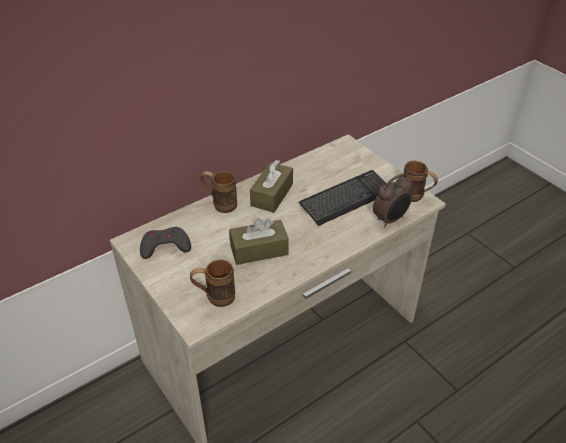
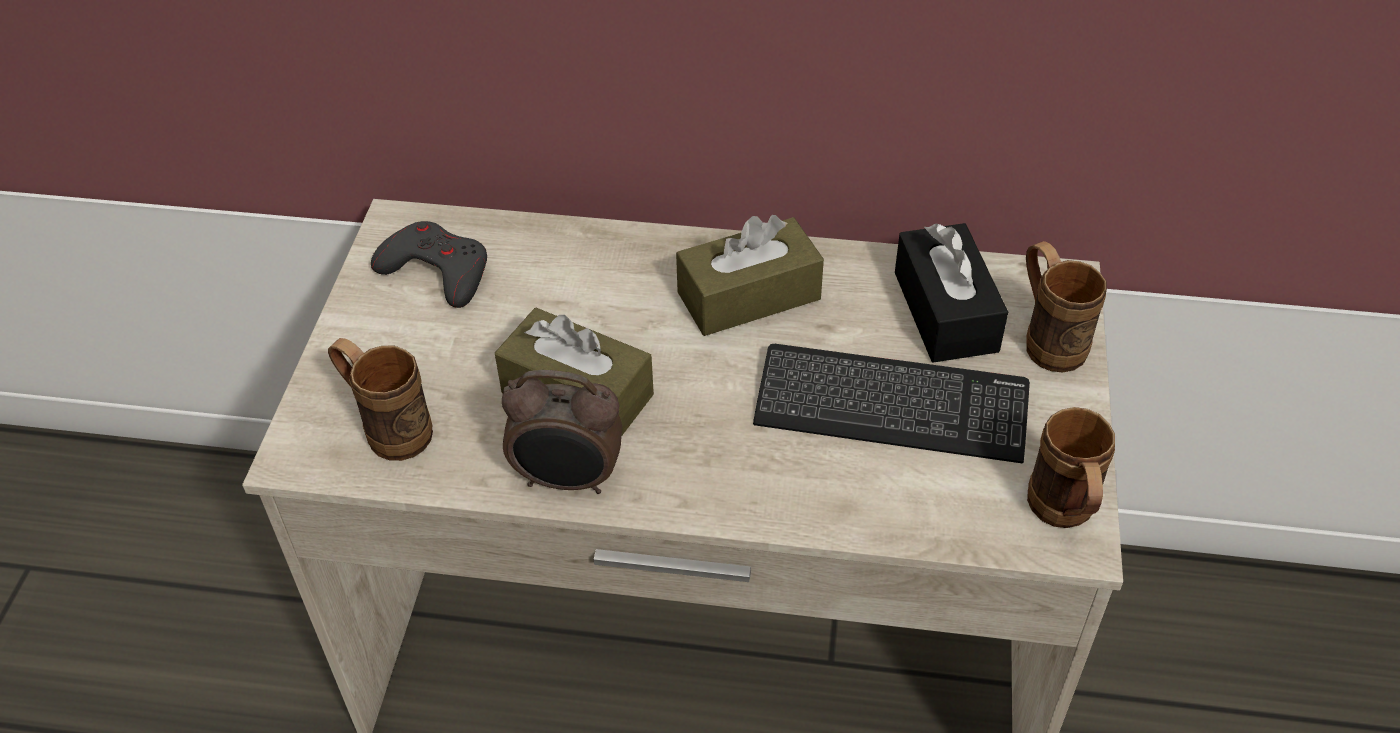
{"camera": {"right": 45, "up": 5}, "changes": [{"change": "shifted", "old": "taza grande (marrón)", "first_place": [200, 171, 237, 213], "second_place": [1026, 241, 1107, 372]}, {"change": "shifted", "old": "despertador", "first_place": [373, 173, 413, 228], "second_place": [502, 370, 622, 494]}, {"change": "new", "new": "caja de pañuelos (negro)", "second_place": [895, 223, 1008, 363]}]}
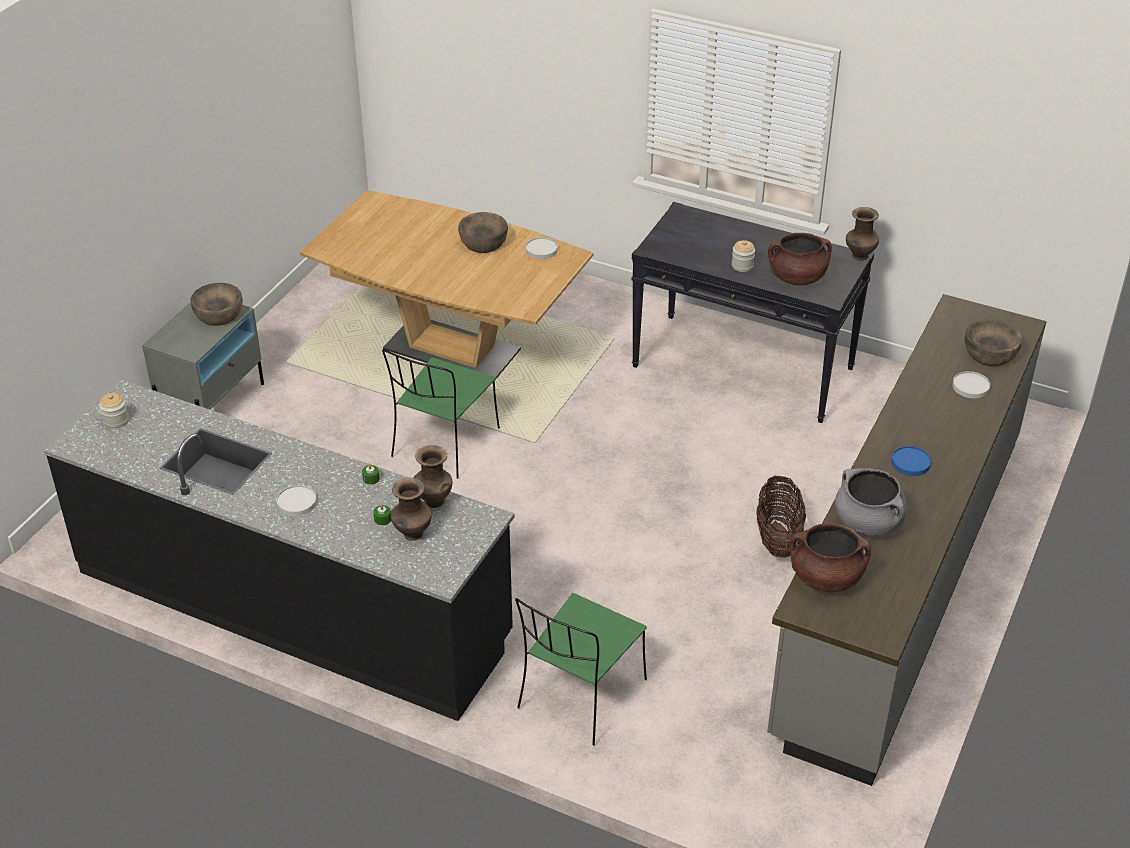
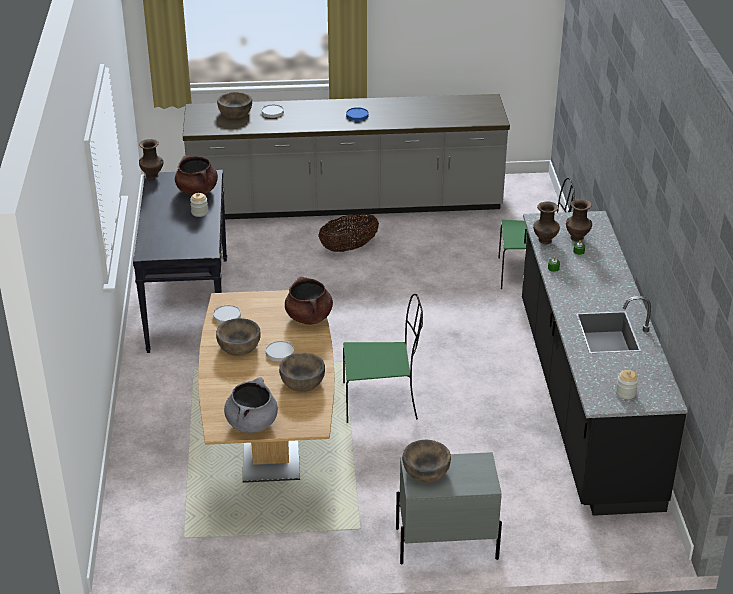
{"camera": {"right": -120, "up": -5}, "changes": [{"change": "shifted", "old": "olla (gris)", "first_place": [835, 468, 907, 536], "second_place": [224, 377, 278, 433]}, {"change": "shifted", "old": "plato (blanco)", "first_place": [277, 485, 317, 516], "second_place": [266, 341, 294, 361]}, {"change": "shifted", "old": "olla (marrón)", "first_place": [790, 523, 871, 592], "second_place": [285, 276, 333, 325]}, {"change": "new", "new": "cuenco (marrón)", "second_place": [279, 352, 325, 392]}]}
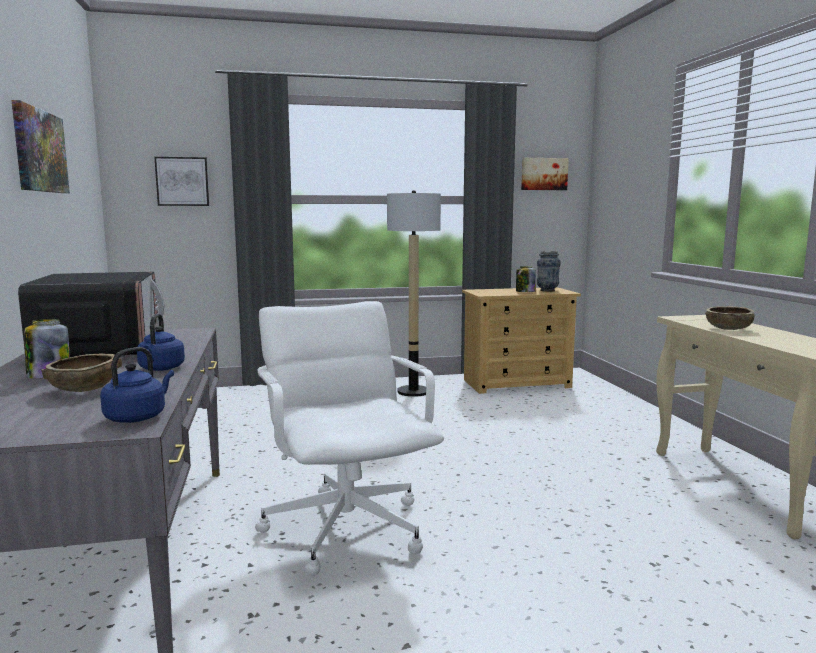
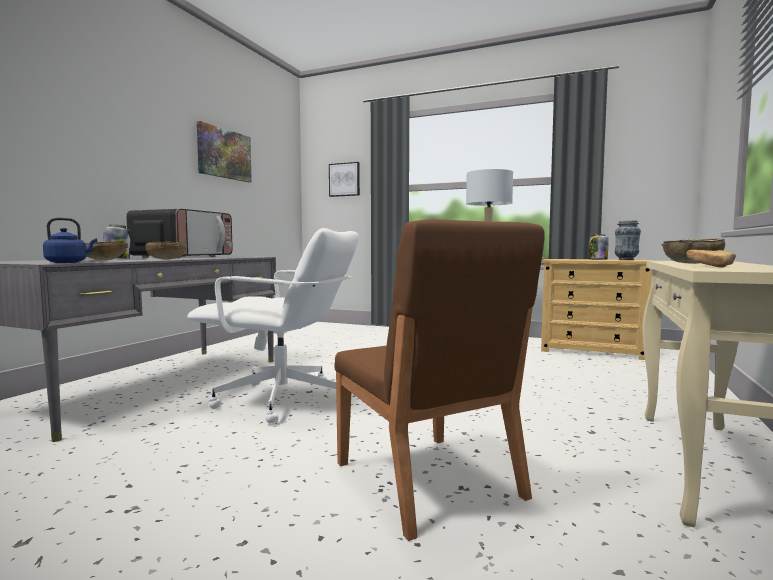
{"camera": {"right": 35, "up": -5}, "changes": [{"change": "gone", "old": "cuadro", "first_place": [521, 158, 569, 190]}, {"change": "rotated", "old": "silla de oficina (blanco)", "first_place": [255, 301, 444, 576], "second_place": [187, 228, 359, 423], "degrees": 90}, {"change": "swapped", "old": "hervidor (azul)", "new": "cuenco (marrón)", "first_place": [137, 314, 185, 371], "second_place": [145, 241, 187, 259]}, {"change": "new", "new": "silla (marrón)", "second_place": [334, 219, 545, 541]}, {"change": "new", "new": "pan", "second_place": [686, 250, 736, 268]}]}
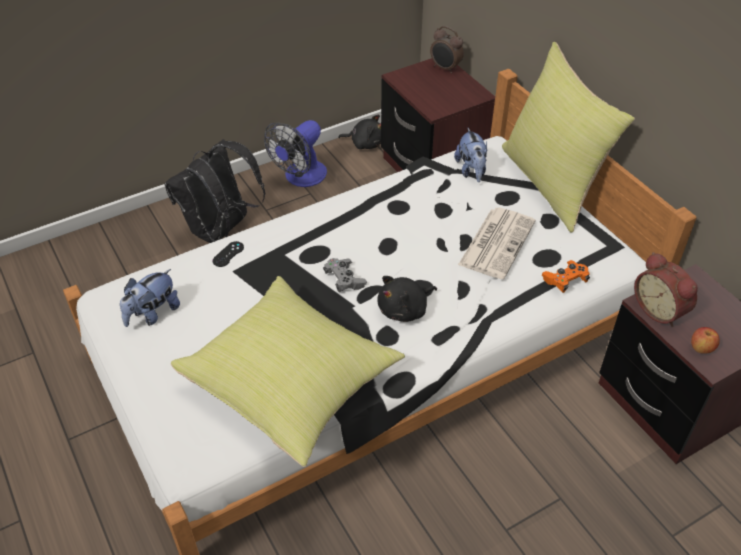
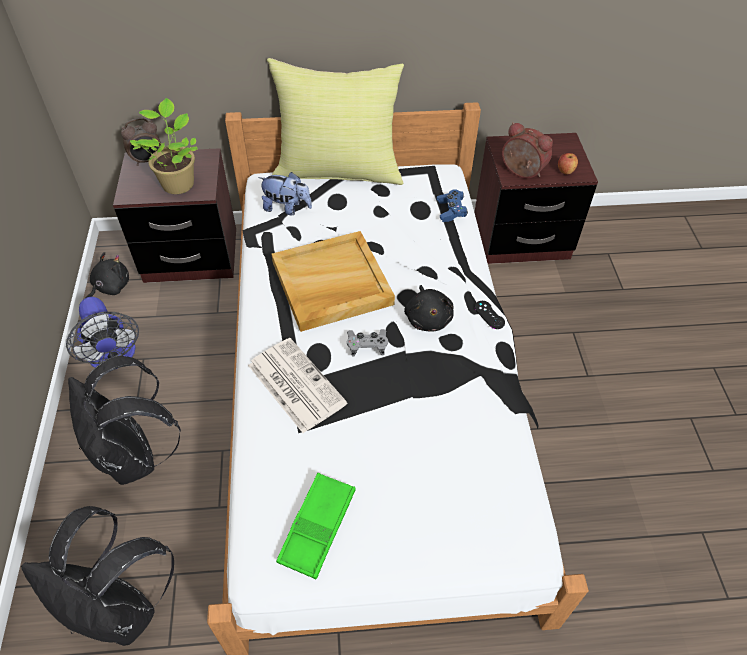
{"camera": {"right": -65, "up": 5}, "changes": [{"change": "shifted", "old": "periódico", "first_place": [458, 208, 535, 279], "second_place": [248, 338, 347, 433]}, {"change": "shifted", "old": "mando de consola (negro)", "first_place": [213, 241, 244, 267], "second_place": [474, 301, 505, 329]}, {"change": "rotated", "old": "despertador", "first_place": [634, 252, 698, 327], "second_place": [502, 122, 553, 178], "degrees": -135}, {"change": "repainted", "old": "mando de consola (naranja)", "new": "mando de consola (azul)", "first_place": [542, 260, 590, 293], "second_place": [436, 189, 468, 222]}, {"change": "swapped", "old": "peluche", "new": "bandeja (verde)", "first_place": [120, 269, 180, 327], "second_place": [276, 473, 355, 579]}, {"change": "gone", "old": "cojín (amarillo)", "first_place": [171, 276, 405, 467]}, {"change": "new", "new": "planta en maceta", "second_place": [130, 98, 198, 194]}, {"change": "new", "new": "bandeja (beis)", "second_place": [272, 231, 395, 332]}, {"change": "new", "new": "mochila (negro)", "second_place": [21, 506, 174, 646]}]}
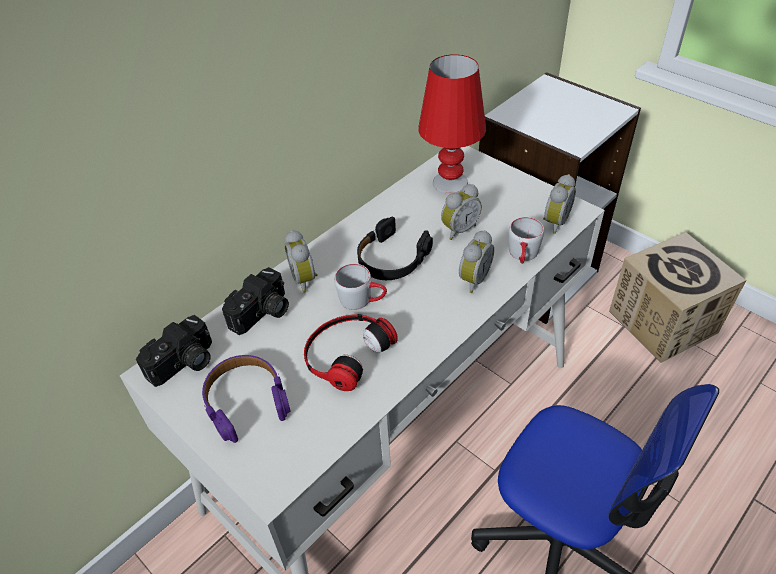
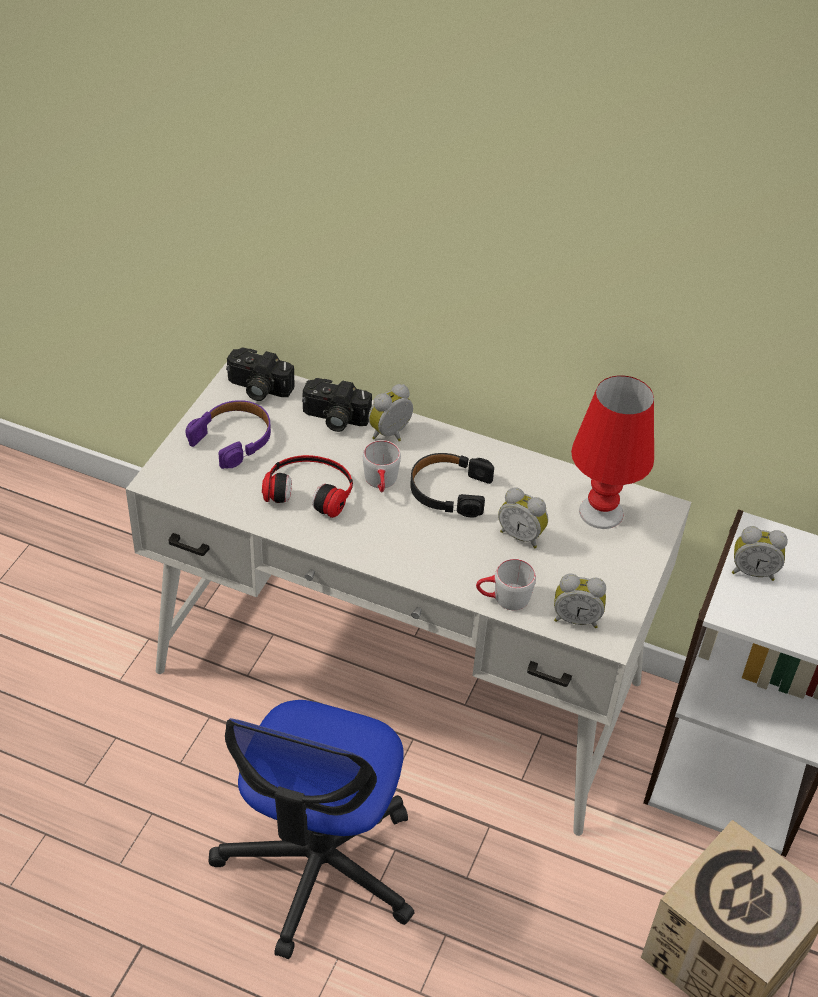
{"camera": {"right": 65, "up": 0}, "changes": [{"change": "shifted", "old": "despertador", "first_place": [459, 230, 494, 293], "second_place": [732, 526, 788, 581]}]}
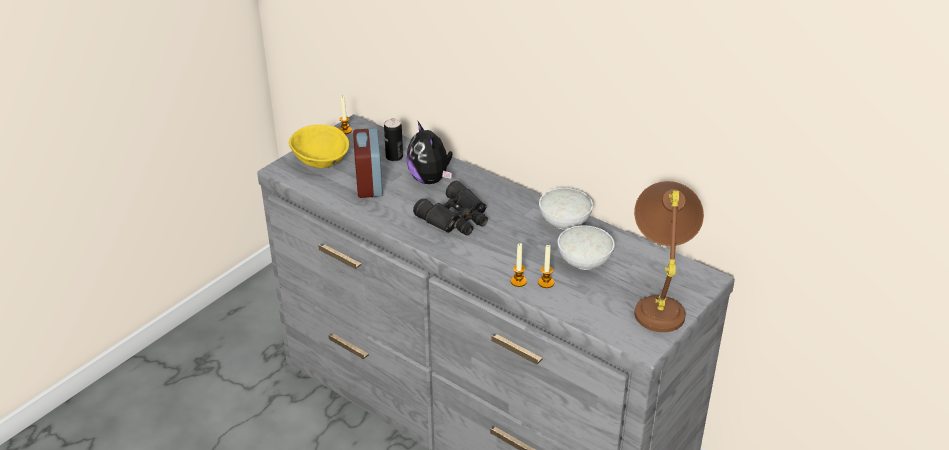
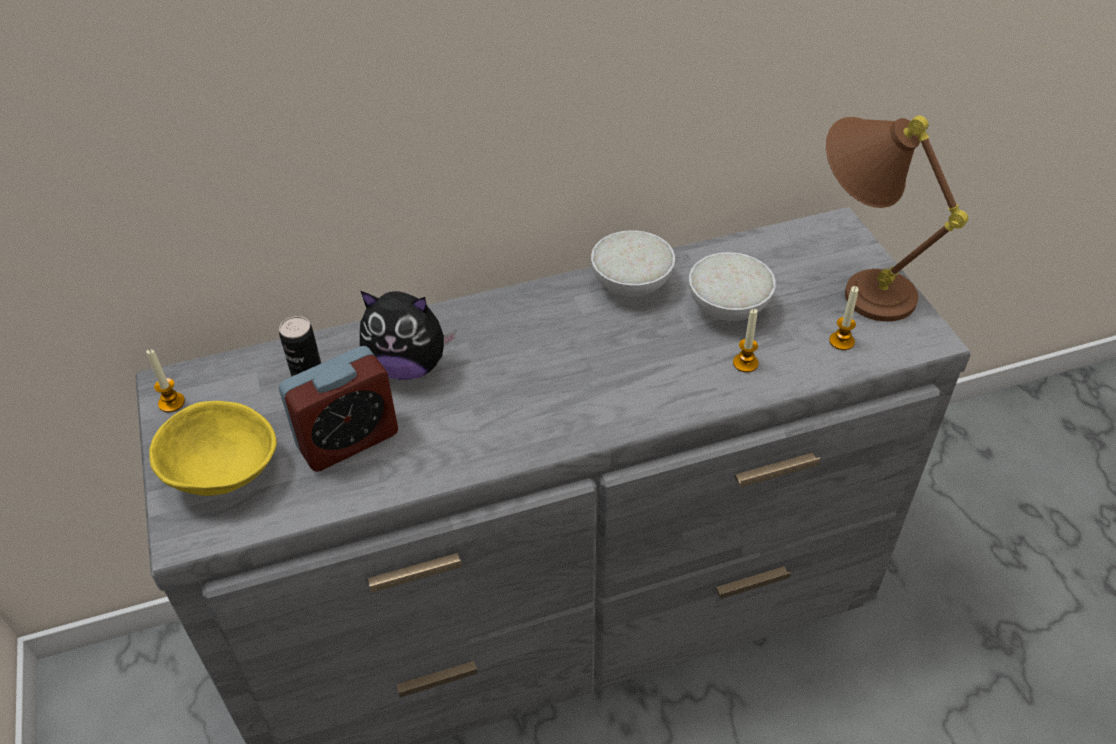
{"camera": {"right": -55, "up": 10}, "changes": [{"change": "rotated", "old": "despertador", "first_place": [353, 128, 383, 198], "second_place": [279, 346, 398, 472], "degrees": -60}, {"change": "gone", "old": "prismáticos (negro)", "first_place": [413, 181, 488, 235]}, {"change": "shifted", "old": "vela", "first_place": [511, 243, 527, 287], "second_place": [829, 286, 859, 350]}]}
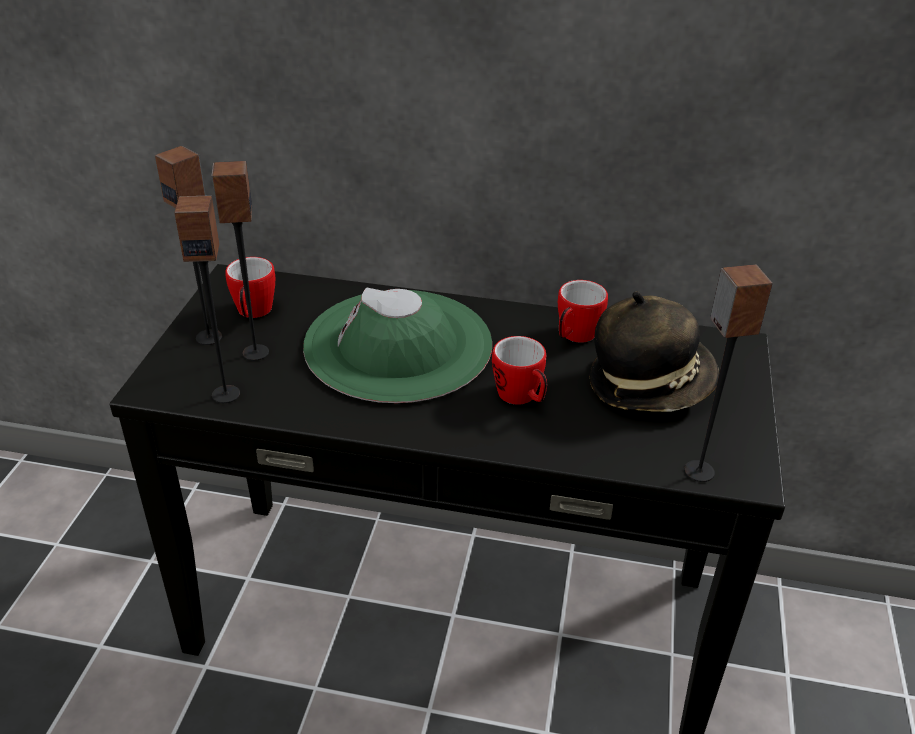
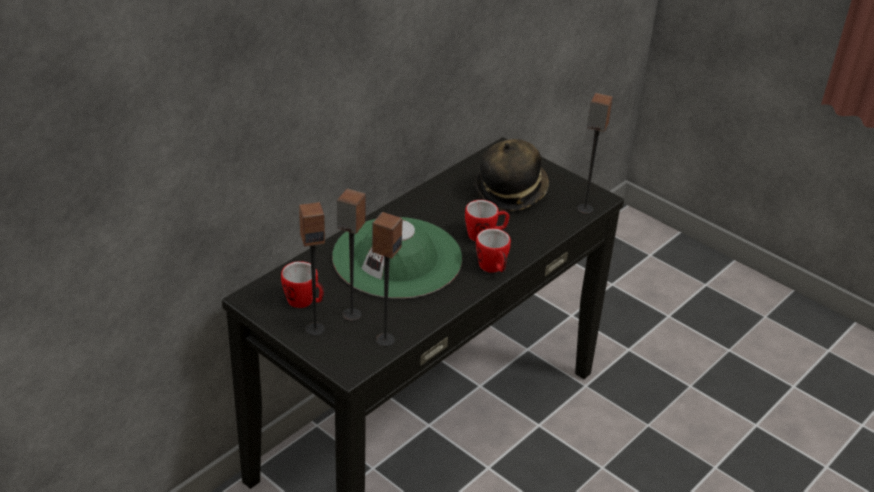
{"camera": {"right": -60, "up": 0}, "changes": [{"change": "shifted", "old": "taza grande", "first_place": [558, 280, 608, 343], "second_place": [476, 228, 511, 273]}]}
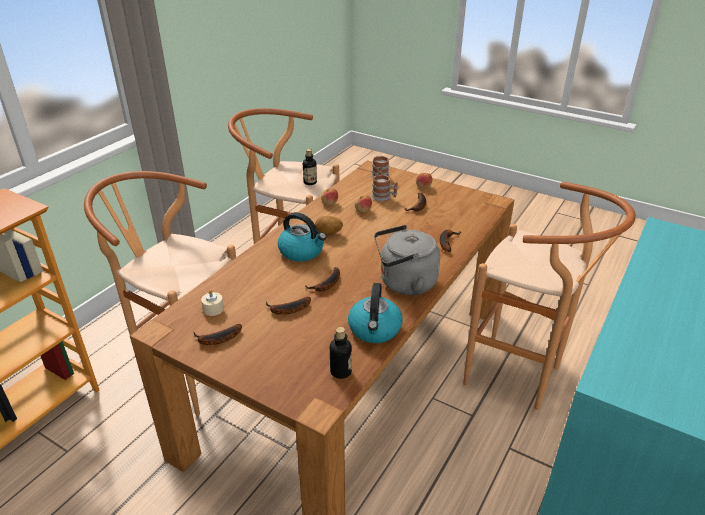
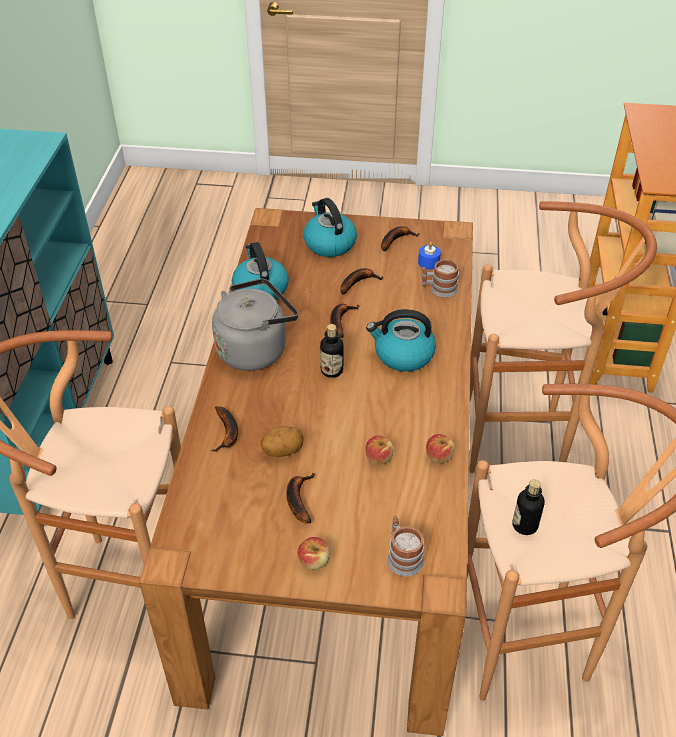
{"camera": {"right": 155, "up": 10}, "changes": [{"change": "shifted", "old": "taza grande", "first_place": [372, 175, 398, 201], "second_place": [421, 260, 459, 298]}, {"change": "shifted", "old": "patata", "first_place": [315, 216, 343, 235], "second_place": [261, 426, 304, 457]}, {"change": "repainted", "old": "vela (beis)", "new": "vela (azul)", "first_place": [201, 290, 224, 316], "second_place": [418, 242, 441, 270]}, {"change": "shifted", "old": "botella", "first_place": [330, 327, 352, 379], "second_place": [320, 324, 343, 378]}, {"change": "new", "new": "hervidor", "second_place": [304, 198, 357, 257]}]}
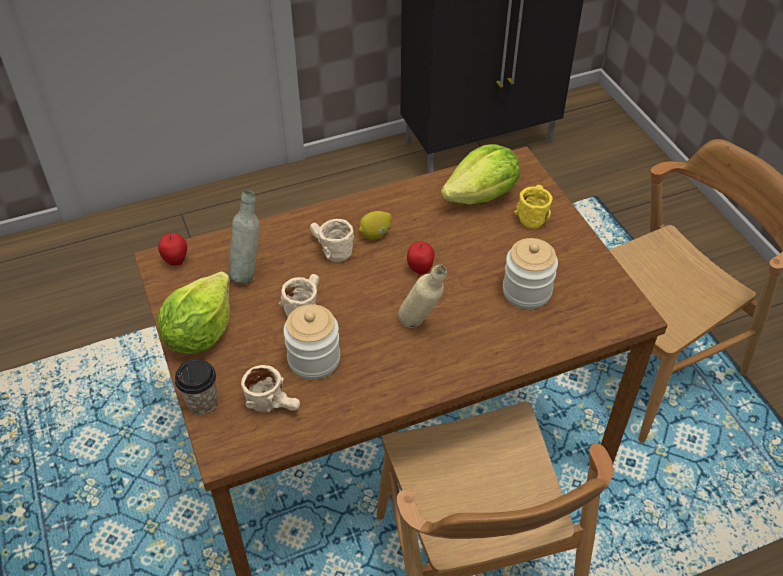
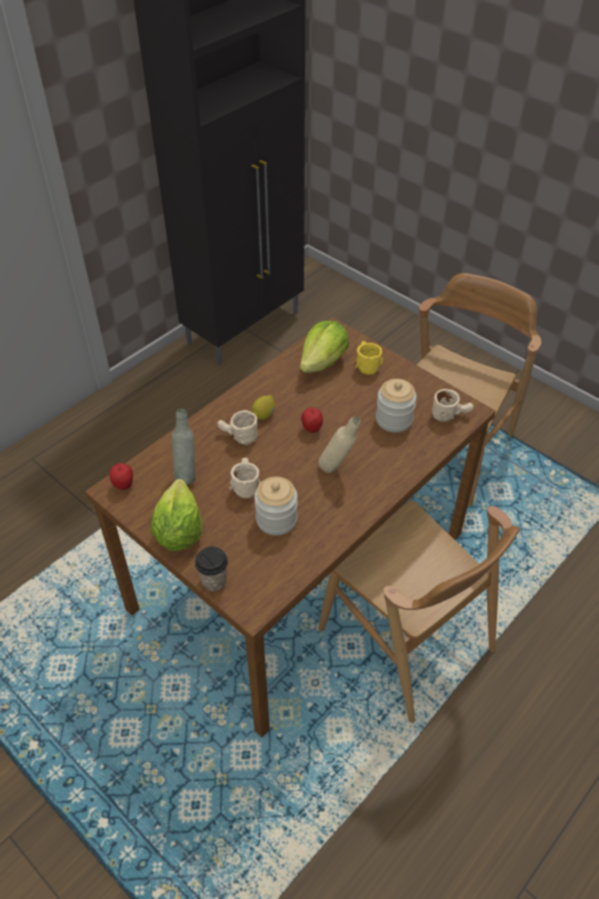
{"camera": {"right": -25, "up": 0}, "changes": [{"change": "shifted", "old": "taza grande (beis)", "first_place": [241, 365, 300, 412], "second_place": [432, 389, 474, 422]}]}
